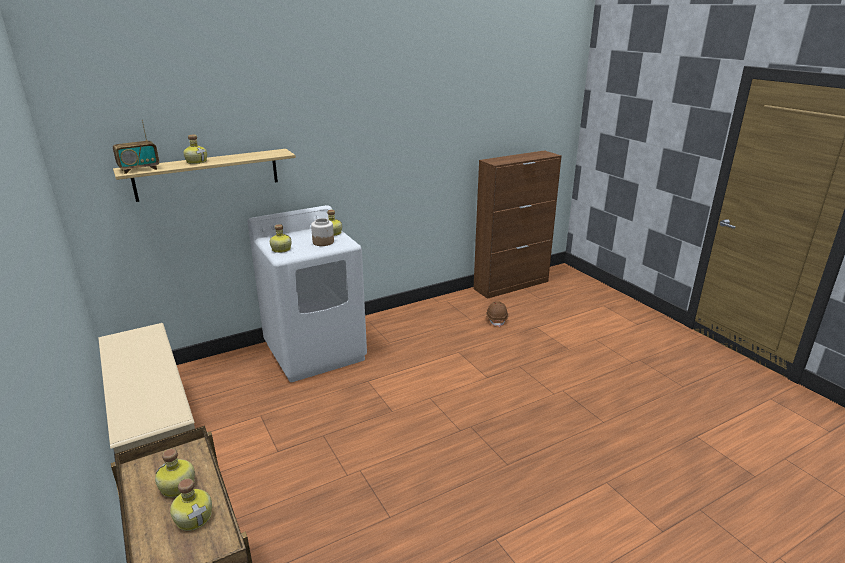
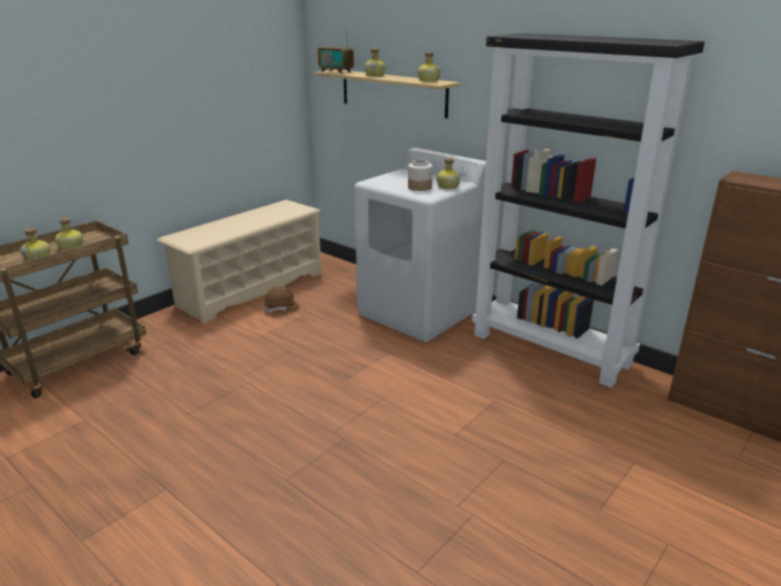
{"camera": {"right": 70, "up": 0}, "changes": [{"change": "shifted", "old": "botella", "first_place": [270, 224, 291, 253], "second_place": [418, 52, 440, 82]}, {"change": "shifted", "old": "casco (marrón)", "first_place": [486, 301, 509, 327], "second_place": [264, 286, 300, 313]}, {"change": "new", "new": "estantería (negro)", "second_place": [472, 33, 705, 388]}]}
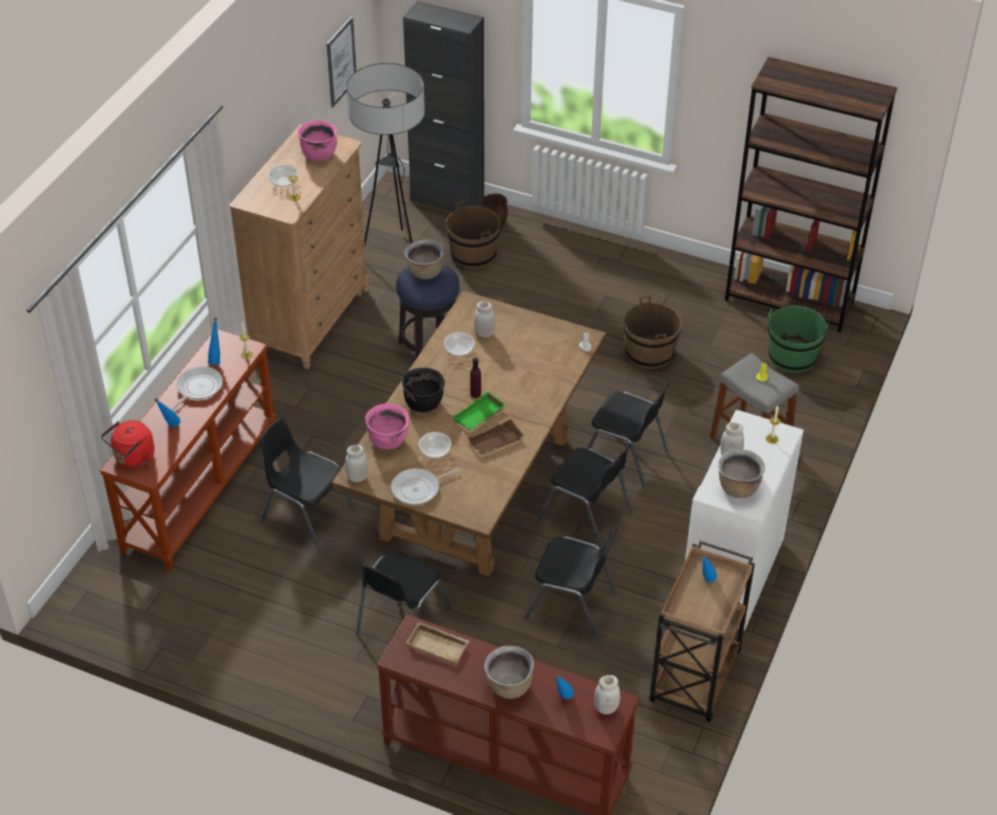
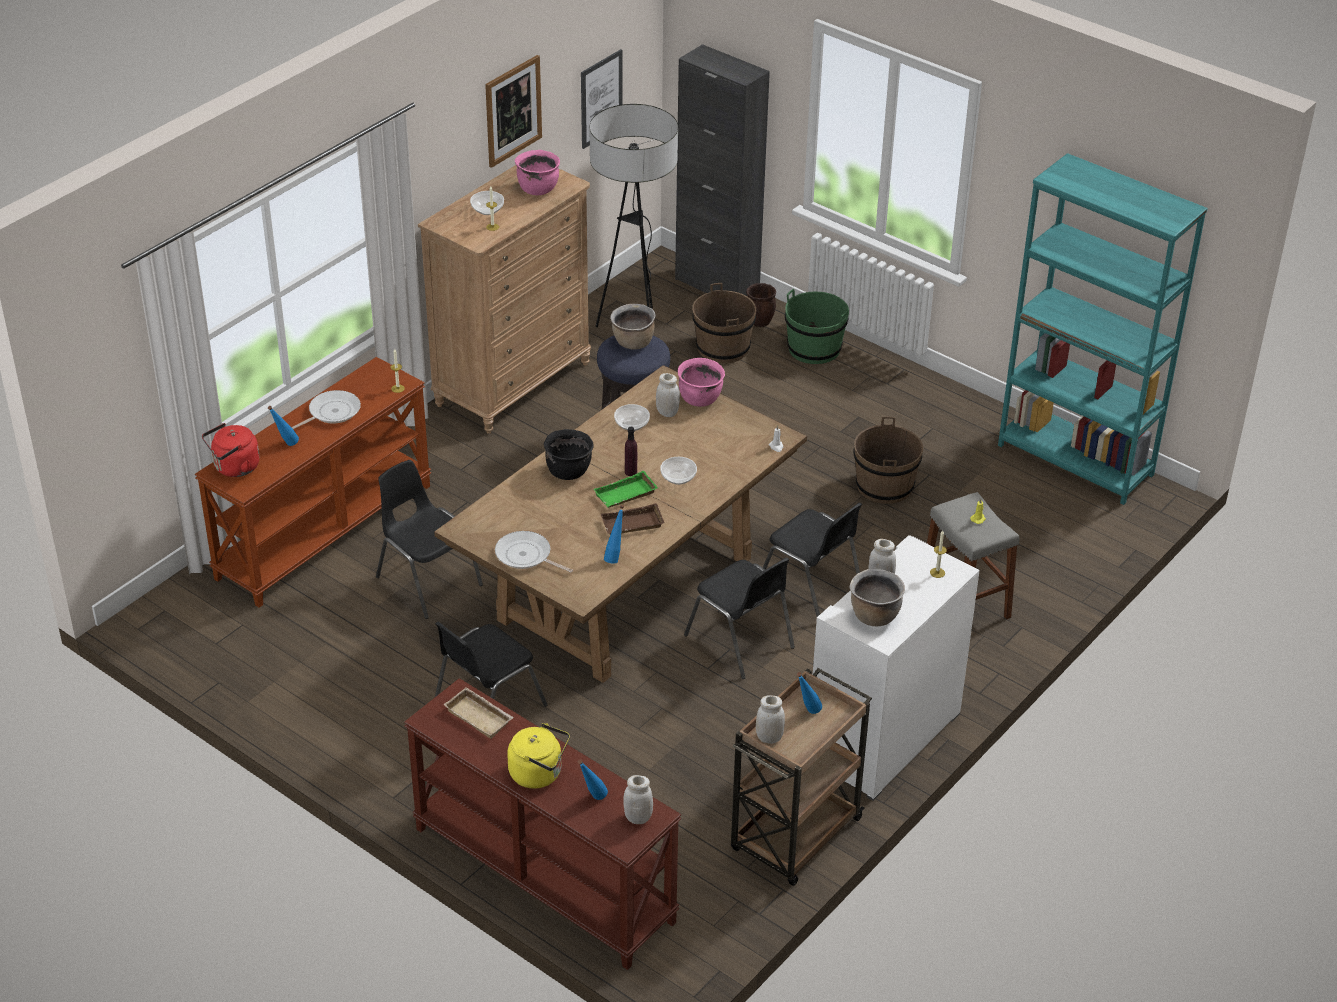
{"camera": {"right": 15, "up": -5}, "changes": [{"change": "repainted", "old": "estantería (marrón)", "new": "estantería (turquesa)", "first_place": [725, 57, 897, 333], "second_place": [998, 153, 1208, 505]}, {"change": "shifted", "old": "cubo (verde)", "first_place": [768, 306, 829, 373], "second_place": [785, 289, 849, 364]}, {"change": "shifted", "old": "botella (azul)", "first_place": [208, 318, 220, 365], "second_place": [604, 505, 624, 564]}, {"change": "shifted", "old": "olla (rosa)", "first_place": [365, 403, 409, 450], "second_place": [678, 358, 725, 407]}, {"change": "shifted", "old": "cuenco", "first_place": [419, 432, 451, 458], "second_place": [660, 457, 697, 485]}, {"change": "shifted", "old": "tarro (blanco)", "first_place": [345, 445, 368, 482], "second_place": [756, 695, 785, 744]}, {"change": "rotated", "old": "sartén", "first_place": [391, 468, 461, 504], "second_place": [495, 531, 573, 573], "degrees": 45}, {"change": "gone", "old": "silla (negro)", "first_place": [524, 527, 617, 638]}, {"change": "swapped", "old": "olla (marrón)", "new": "hervidor (amarillo)", "first_place": [484, 646, 534, 699], "second_place": [507, 723, 570, 789]}, {"change": "new", "new": "cuadro", "second_place": [485, 55, 542, 168]}]}
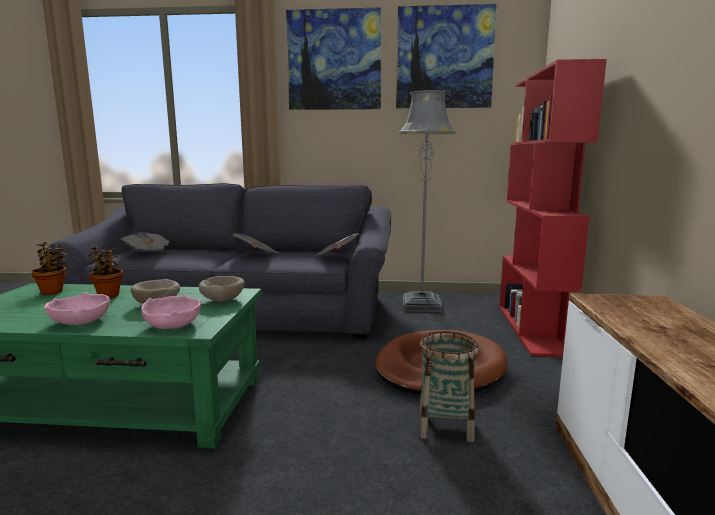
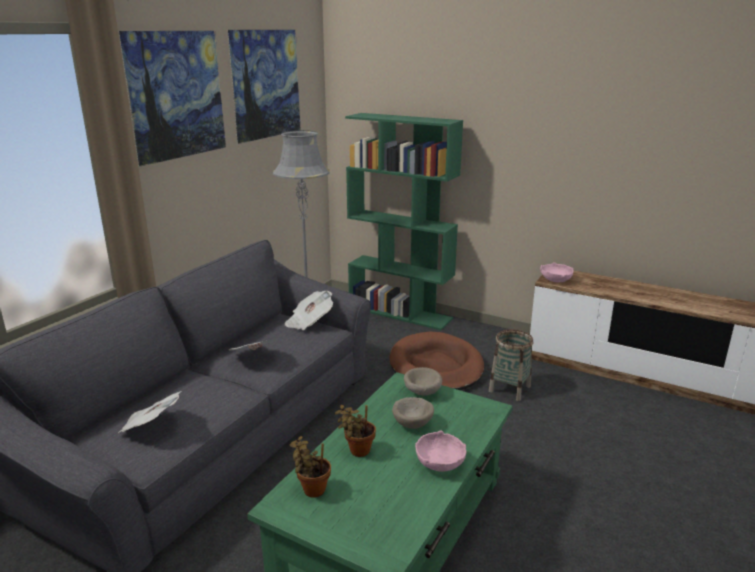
{"camera": {"right": -65, "up": 10}, "changes": [{"change": "repainted", "old": "estantería (rojo)", "new": "estantería (verde)", "first_place": [499, 59, 607, 357], "second_place": [345, 113, 463, 330]}, {"change": "shifted", "old": "cuenco (rosa)", "first_place": [141, 295, 201, 329], "second_place": [540, 262, 574, 283]}]}
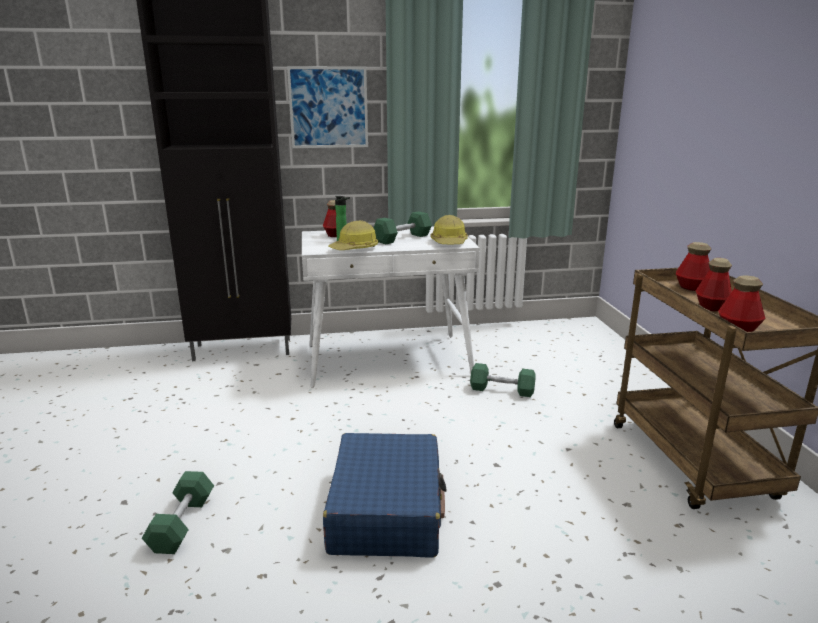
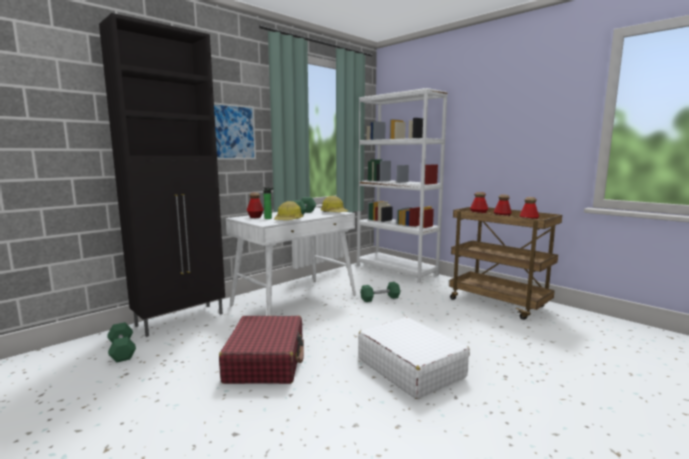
{"camera": {"right": -35, "up": -10}, "changes": [{"change": "repainted", "old": "maleta (azul)", "new": "maleta (blanco)", "first_place": [323, 433, 447, 558], "second_place": [358, 317, 470, 399]}, {"change": "shifted", "old": "mancuerna (verde)", "first_place": [142, 471, 214, 554], "second_place": [107, 322, 136, 363]}, {"change": "new", "new": "estantería (blanco)", "second_place": [357, 88, 448, 283]}, {"change": "new", "new": "maleta (rojo)", "second_place": [219, 316, 304, 384]}]}
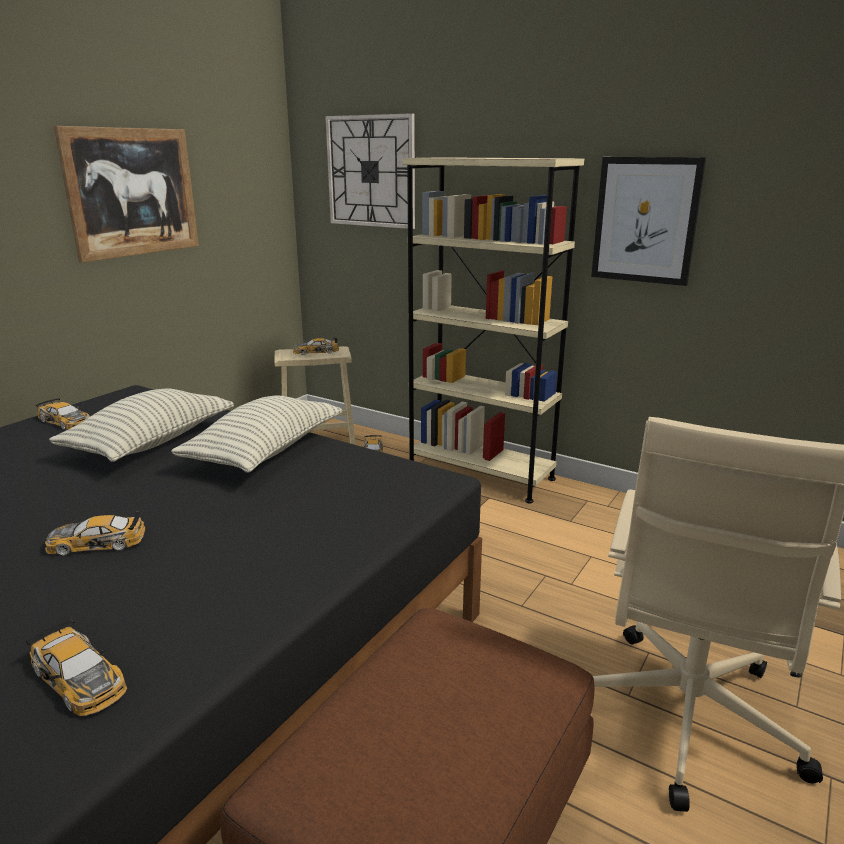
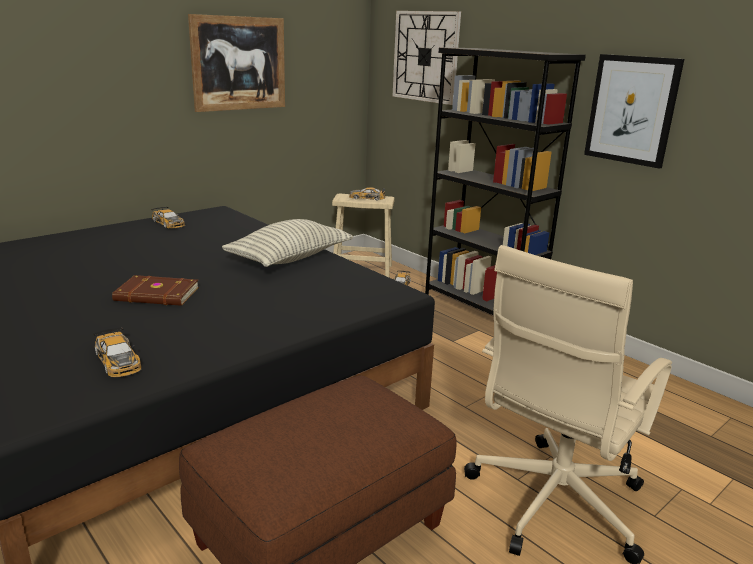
{"camera": {"right": 15, "up": 0}, "changes": [{"change": "repainted", "old": "estantería (beis)", "new": "estantería (negro)", "first_place": [403, 157, 584, 503], "second_place": [425, 48, 586, 316]}, {"change": "gone", "old": "cojín", "first_place": [49, 389, 234, 462]}, {"change": "swapped", "old": "coche de juguete", "new": "libro (marrón)", "first_place": [45, 511, 145, 556], "second_place": [112, 275, 199, 306]}]}
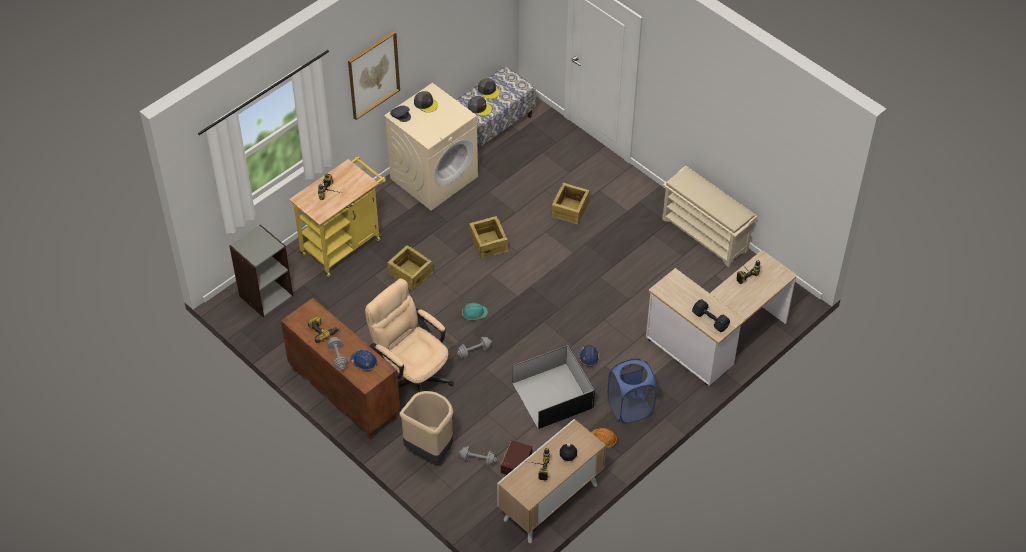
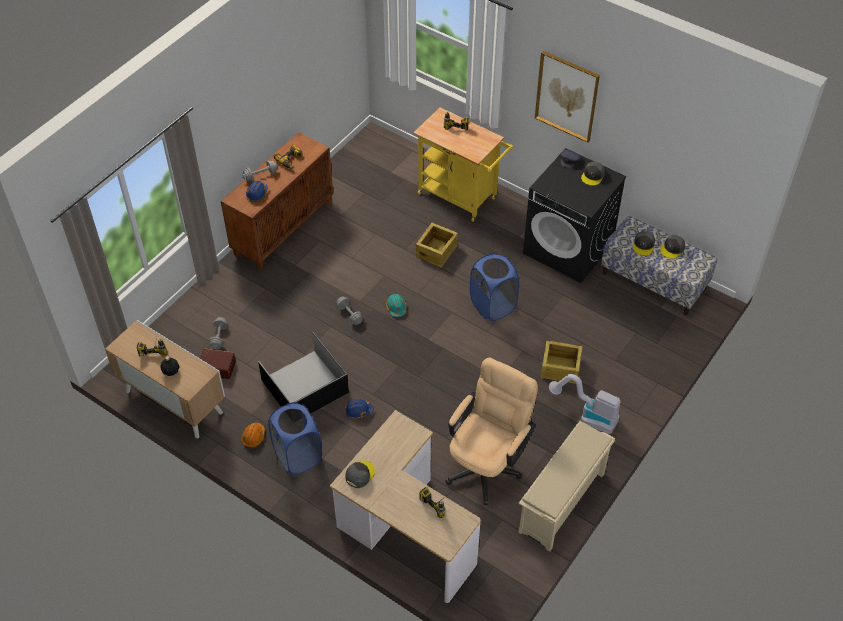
{"camera": {"right": 80, "up": 0}, "changes": [{"change": "repainted", "old": "lavadora (beis)", "new": "lavadora (negro)", "first_place": [384, 83, 478, 210], "second_place": [523, 148, 626, 283]}, {"change": "swapped", "old": "caja de embalaje", "new": "cesto de la ropa (azul)", "first_place": [469, 216, 508, 259], "second_place": [470, 253, 519, 321]}, {"change": "gone", "old": "estantería (gris)", "first_place": [229, 224, 293, 317]}, {"change": "shifted", "old": "silla de oficina (beis)", "first_place": [365, 279, 454, 392], "second_place": [445, 357, 538, 505]}, {"change": "swapped", "old": "mancuerna (negro)", "new": "gorra (gris)", "first_place": [692, 299, 730, 332], "second_place": [345, 461, 375, 488]}, {"change": "gone", "old": "papelera (beis)", "first_place": [400, 391, 453, 463]}, {"change": "new", "new": "aspiradora", "second_place": [549, 374, 620, 434]}]}
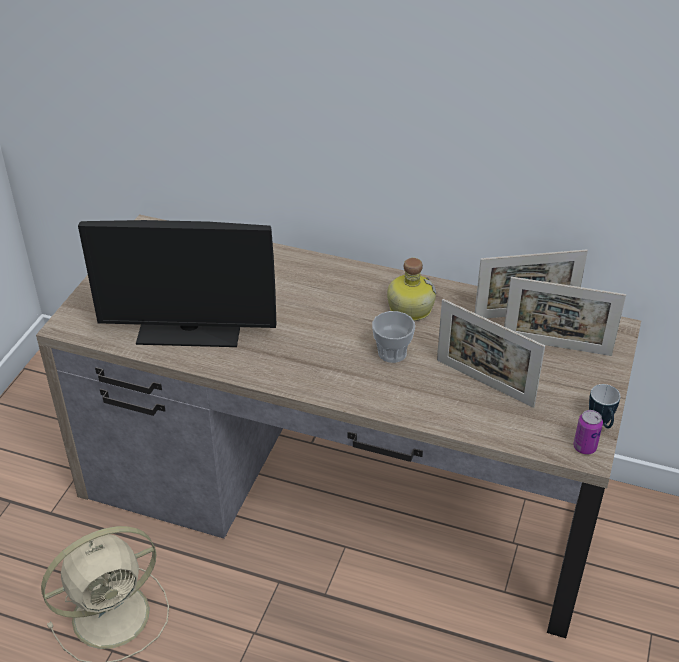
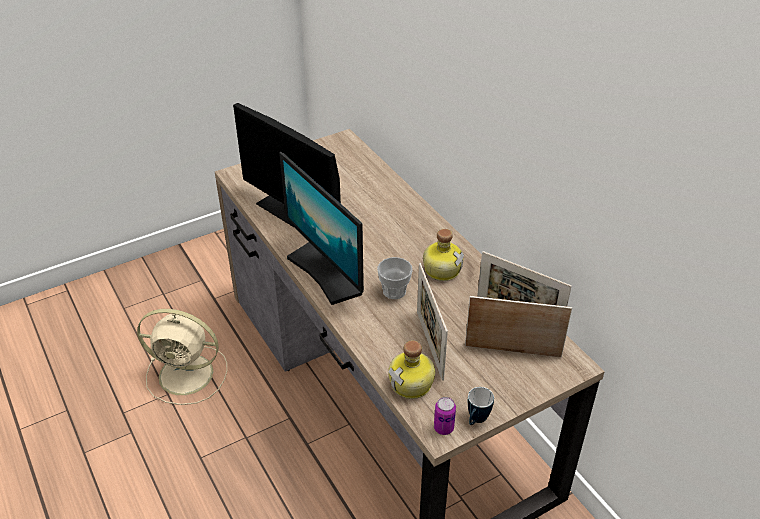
{"camera": {"right": 40, "up": 0}, "changes": [{"change": "rotated", "old": "portarretratos", "first_place": [504, 277, 626, 356], "second_place": [465, 296, 572, 357], "degrees": 135}, {"change": "new", "new": "monitor", "second_place": [279, 152, 364, 305]}, {"change": "new", "new": "botella", "second_place": [388, 340, 435, 399]}]}
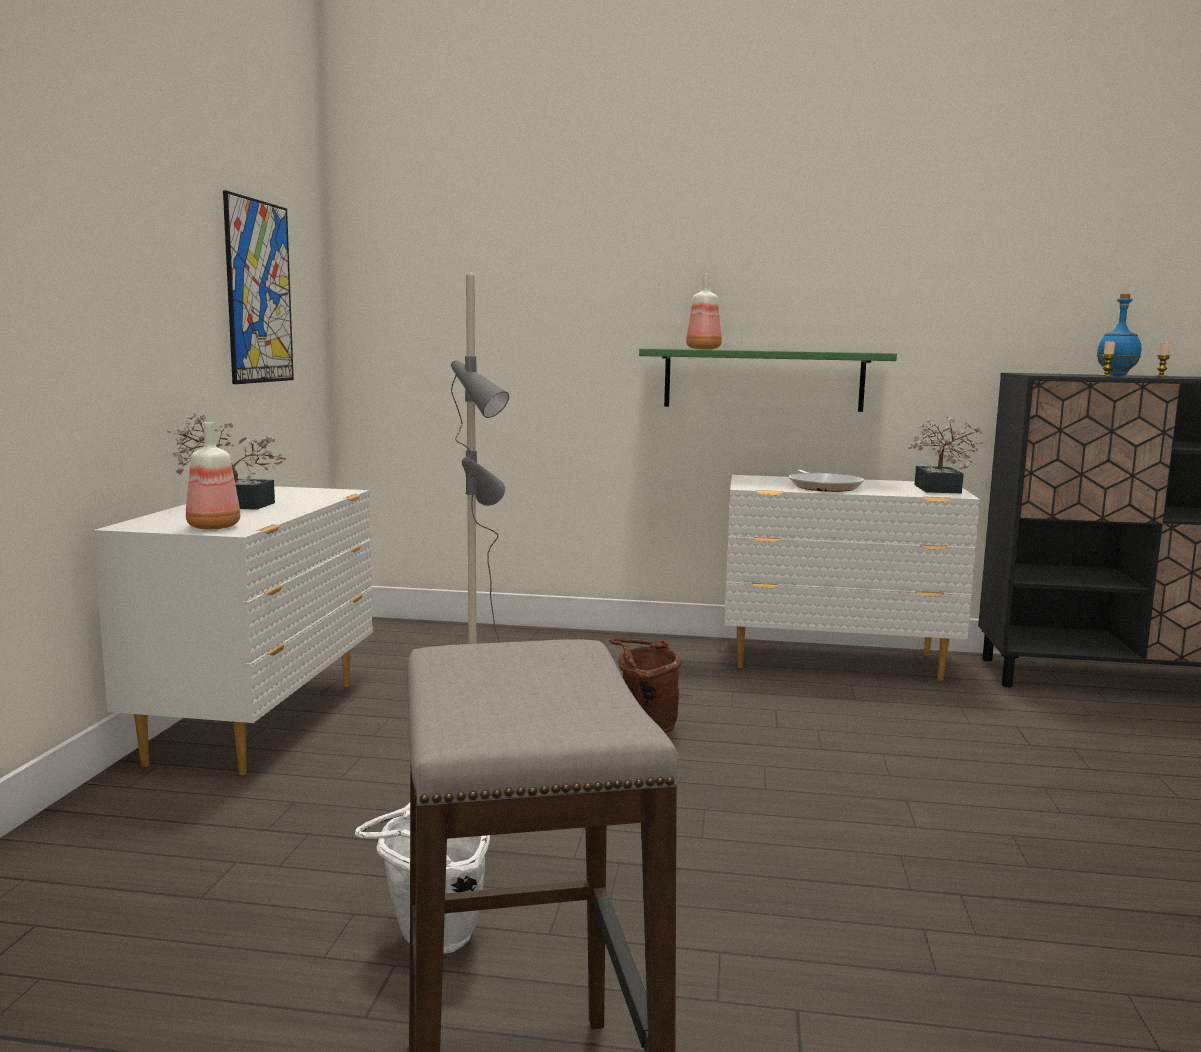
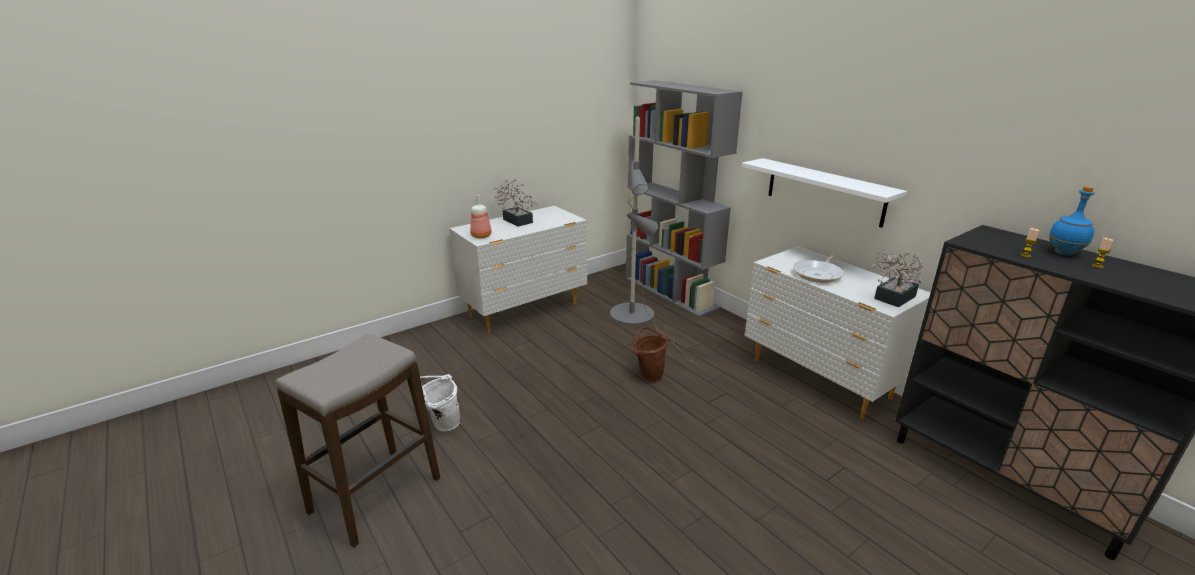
{"camera": {"right": 45, "up": 15}, "changes": [{"change": "gone", "old": "cuadro", "first_place": [223, 190, 294, 384]}, {"change": "gone", "old": "botella", "first_place": [686, 273, 722, 349]}, {"change": "repainted", "old": "estante (verde)", "new": "estante (blanco)", "first_place": [639, 348, 897, 412], "second_place": [742, 158, 907, 228]}, {"change": "new", "new": "estantería (gris)", "second_place": [626, 80, 743, 318]}]}
